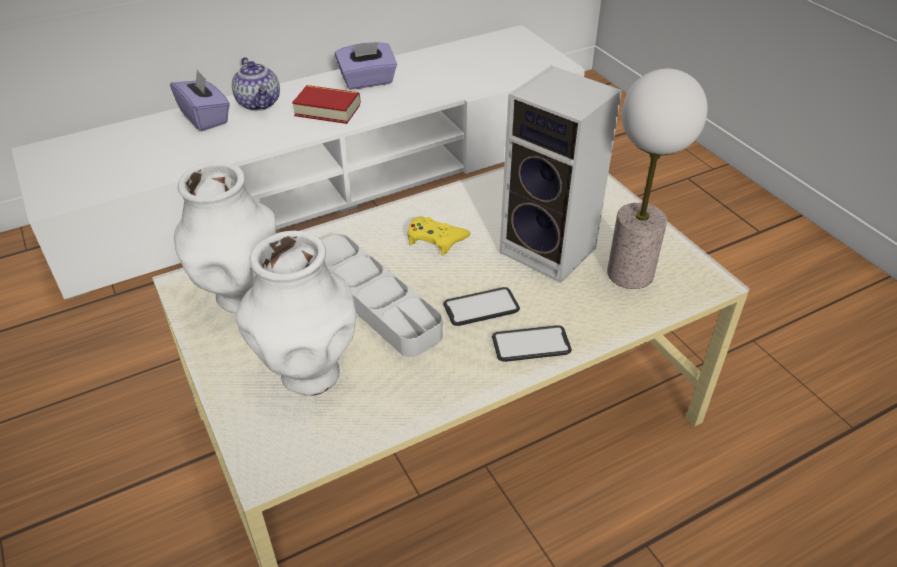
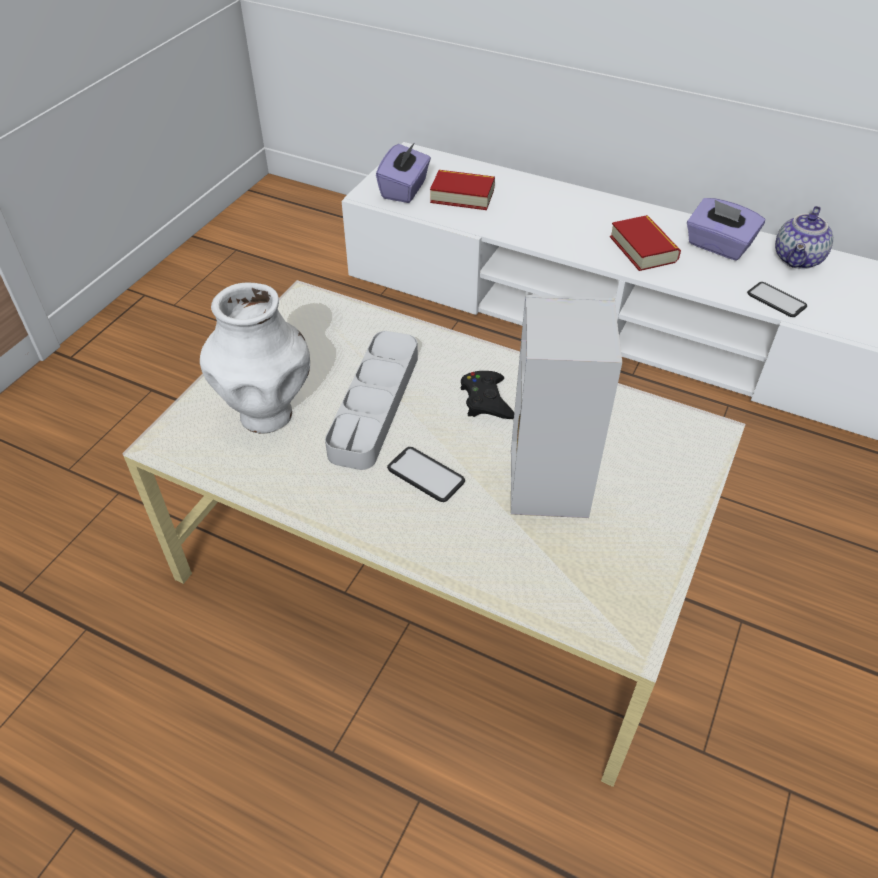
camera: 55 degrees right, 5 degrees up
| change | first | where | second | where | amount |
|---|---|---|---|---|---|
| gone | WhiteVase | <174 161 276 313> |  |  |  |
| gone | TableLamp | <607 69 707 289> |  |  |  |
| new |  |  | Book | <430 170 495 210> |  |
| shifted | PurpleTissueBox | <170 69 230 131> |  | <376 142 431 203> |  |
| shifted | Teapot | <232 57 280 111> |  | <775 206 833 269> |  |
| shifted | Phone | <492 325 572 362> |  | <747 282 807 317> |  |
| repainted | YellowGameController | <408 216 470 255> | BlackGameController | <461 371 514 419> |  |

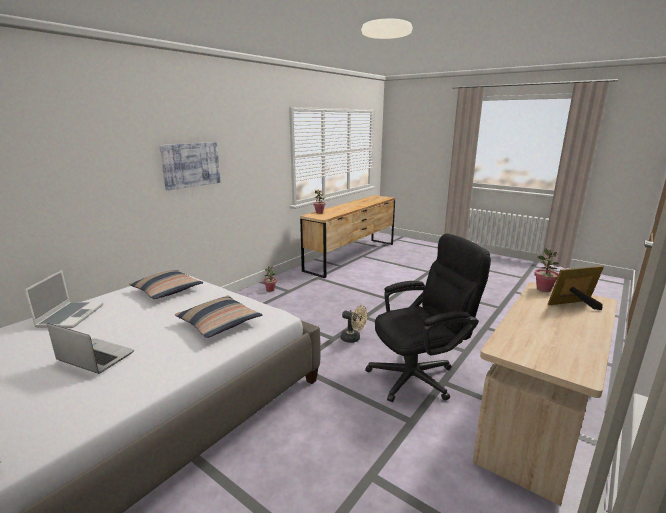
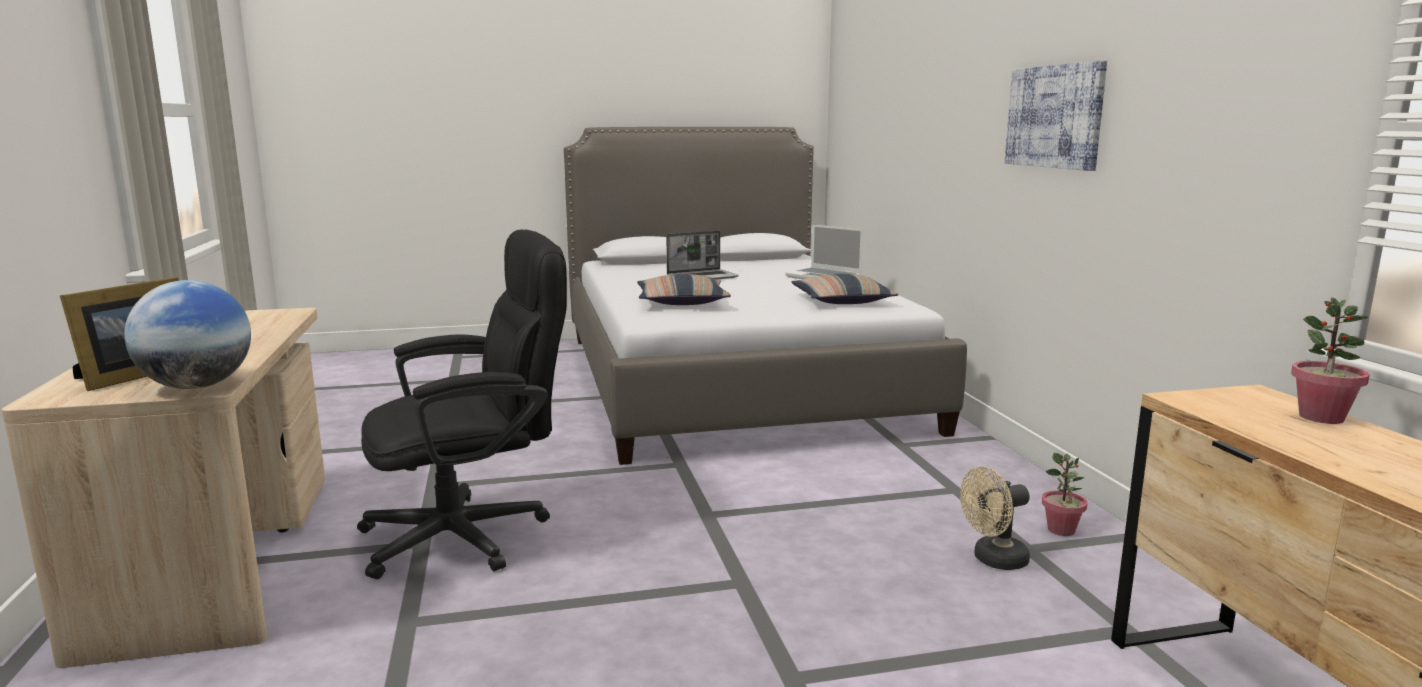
camera: 130 degrees right, 5 degrees down
| change | first | where | second | where | amount |
|---|---|---|---|---|---|
| shifted | BeigeFan | <341 305 367 343> |  | <960 466 1030 570> |  |
| swapped | PottedPlant | <534 248 559 292> | Globe | <124 280 251 389> |  |
| rotated | BlackOfficeChair | <365 233 491 402> |  | <357 229 567 579> | 135 degrees counterclockwise |

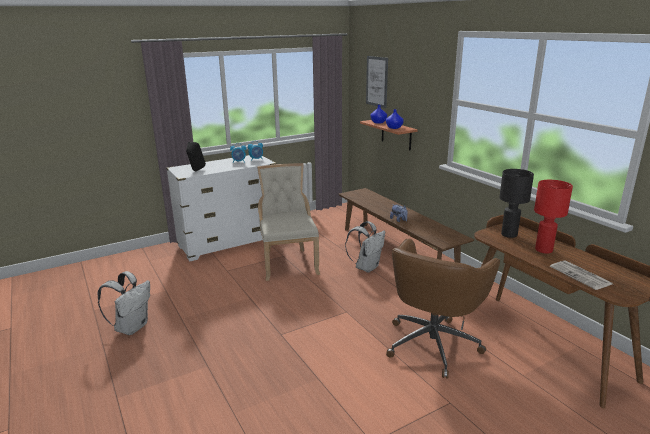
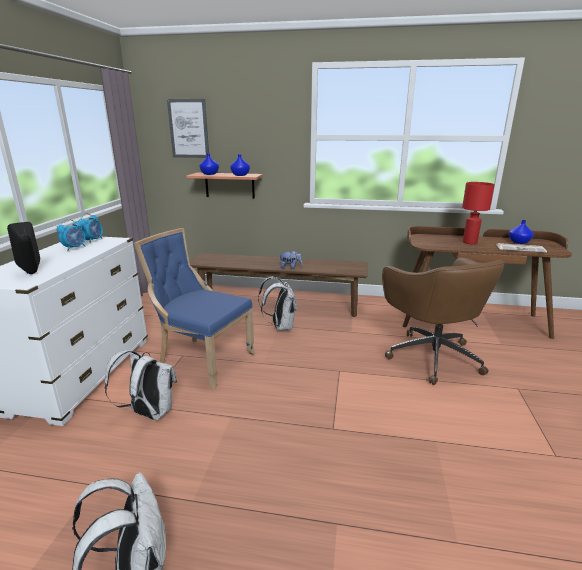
camera: 50 degrees left, 0 degrees up
| change | first | where | second | where | amount |
|---|---|---|---|---|---|
| gone | BlackTableLamp | <499 169 534 238> |  |  |  |
| new |  |  | WhiteBackpack | <105 350 177 420> |  |
| new |  |  | BlueVase | <509 220 534 244> |  |
| repainted | BeigeChair | <257 163 320 281> | BlueChair | <134 228 255 389> |  |

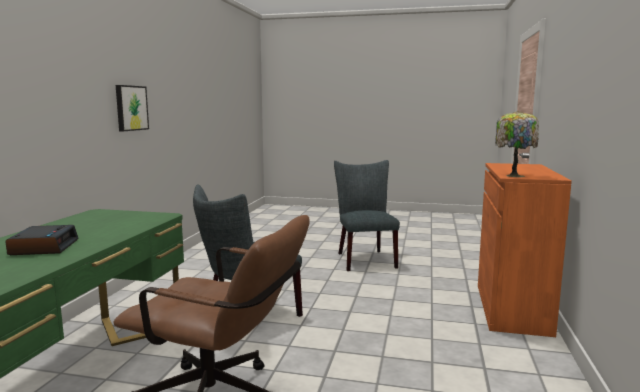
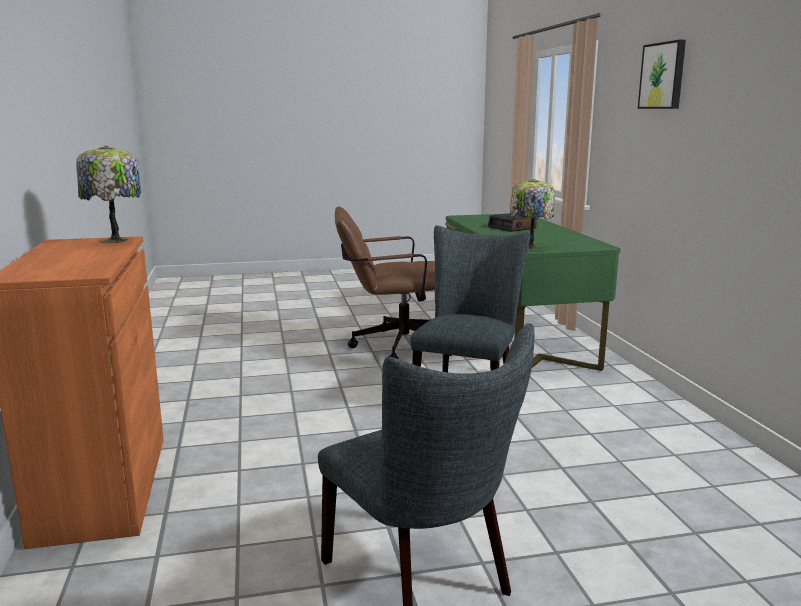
camera: 155 degrees right, 5 degrees up
| change | first | where | second | where | amount |
|---|---|---|---|---|---|
| new |  |  | TableLamp | <510 179 555 250> |  |
| shifted | Picture | <116 85 149 131> |  | <638 40 686 109> |  |

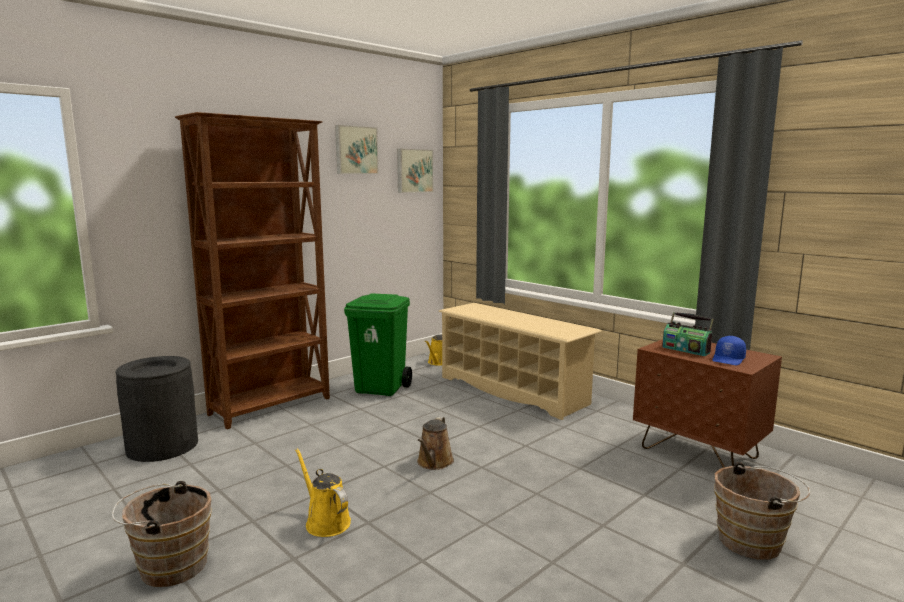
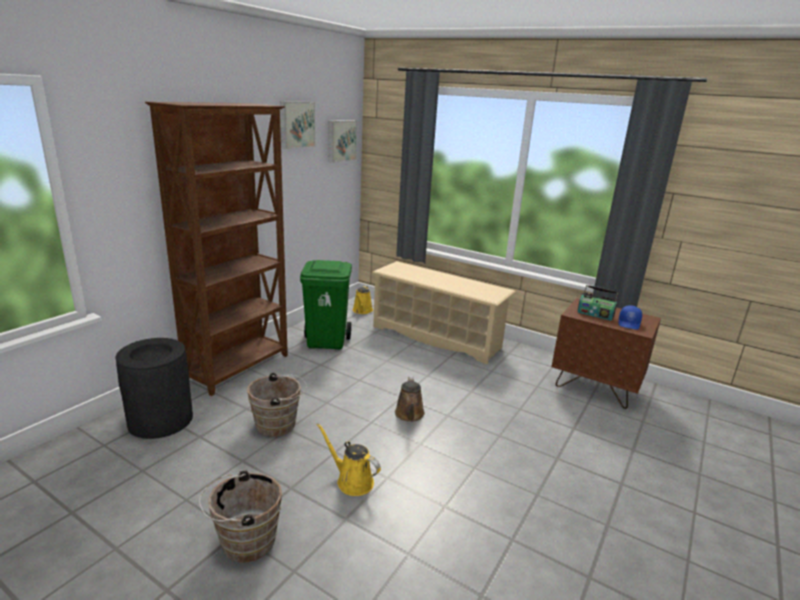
camera: 15 degrees left, 10 degrees up
| change | first | where | second | where | amount |
|---|---|---|---|---|---|
| shifted | BrownBucket | <714 462 810 560> |  | <247 373 307 437> |  |

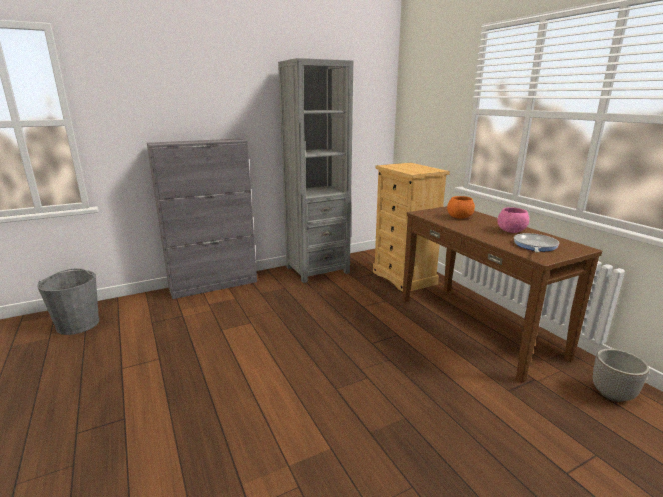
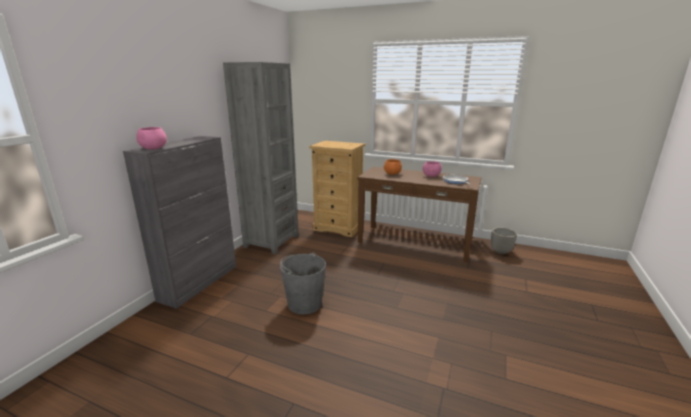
camera: 40 degrees left, 0 degrees up
| change | first | where | second | where | amount |
|---|---|---|---|---|---|
| new |  |  | PinkBowl | <136 127 167 149> |  |
| shifted | GreyBucket | <37 269 99 335> |  | <280 253 326 315> |  |

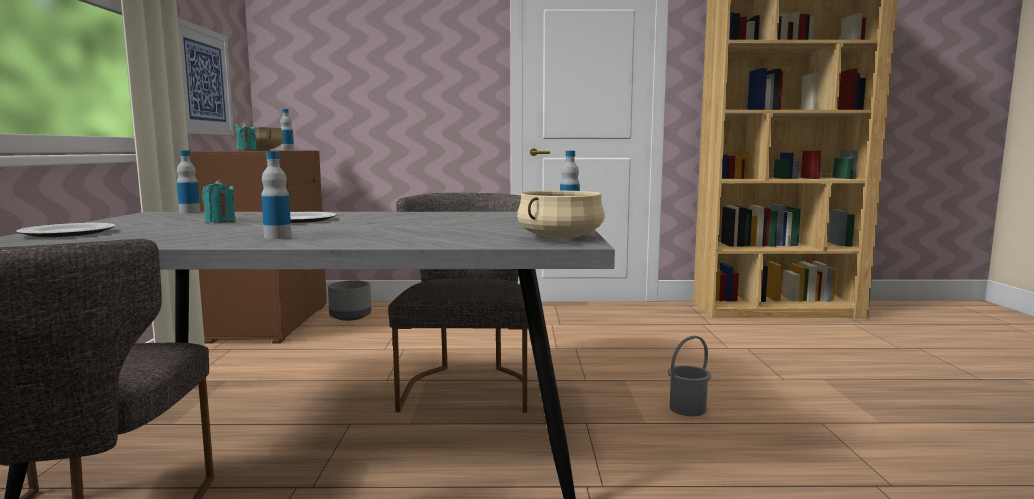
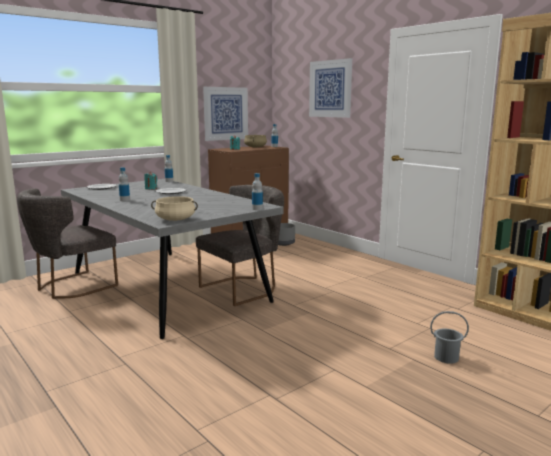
camera: 50 degrees right, 5 degrees up
| change | first | where | second | where | amount |
|---|---|---|---|---|---|
| new |  |  | Picture | <309 58 352 118> |  |
| shifted | GreyBucket | <668 335 711 416> |  | <430 311 469 364> |  |

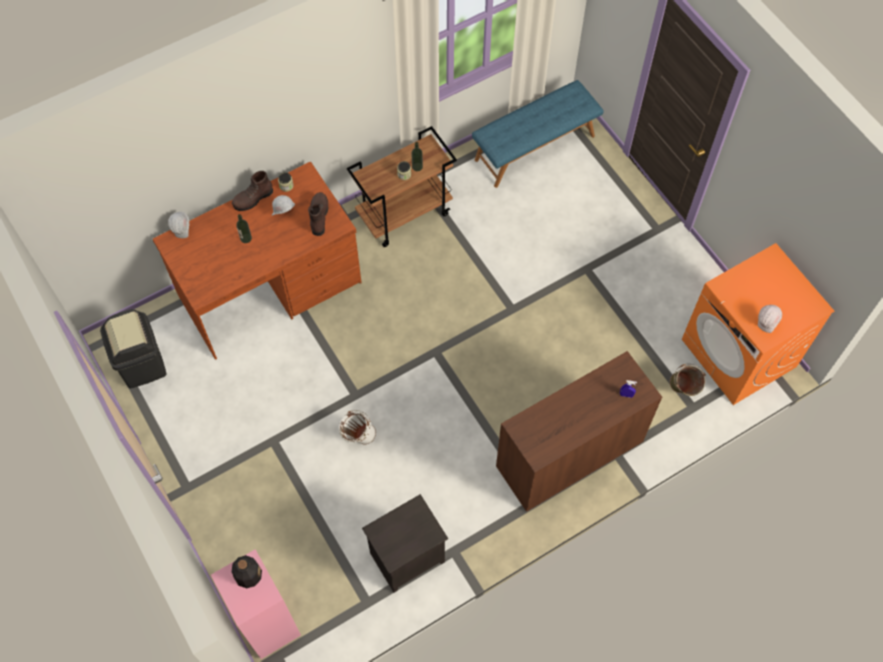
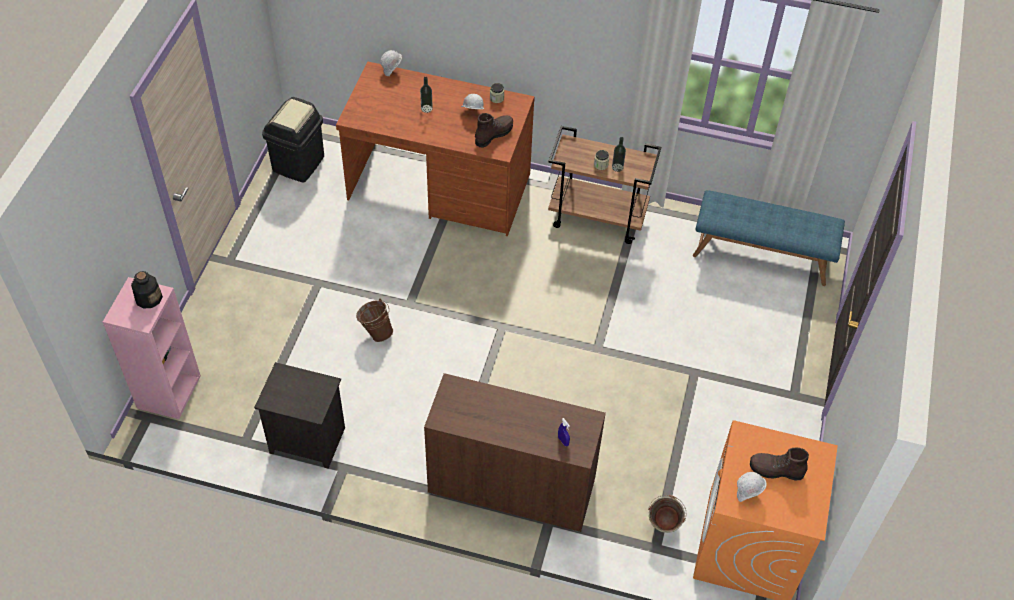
camera: 45 degrees right, 10 degrees down
| change | first | where | second | where | amount |
|---|---|---|---|---|---|
| shifted | BrownBoot | <232 171 273 211> |  | <750 448 809 481> |  |
| repainted | WhiteBucket | <339 410 376 445> | BrownBucket | <356 299 393 342> |  |

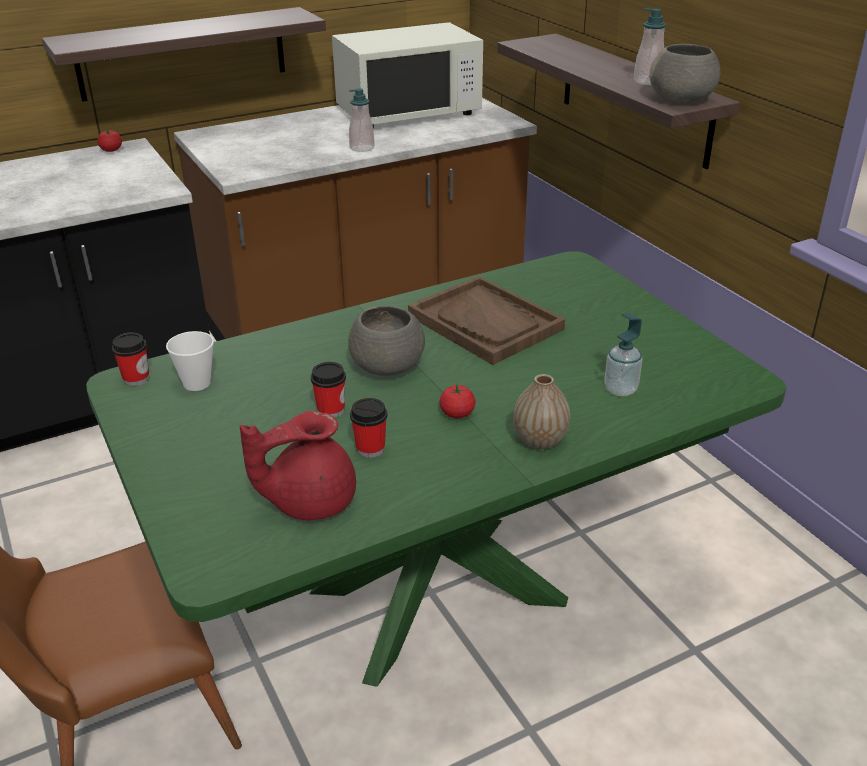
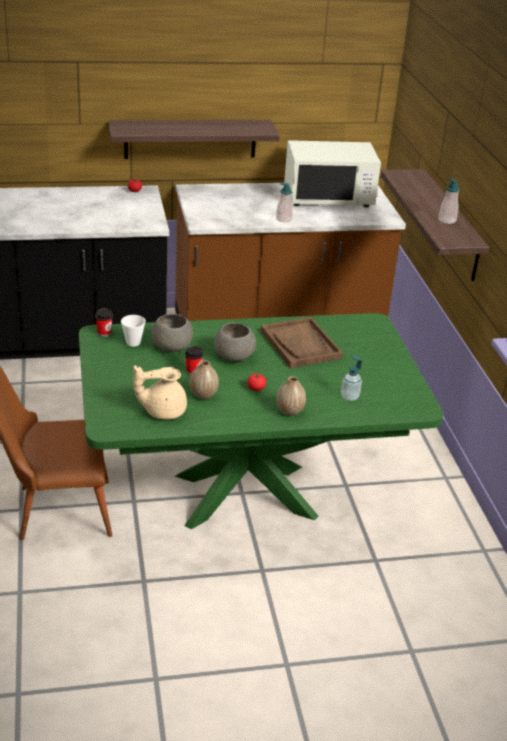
camera: 15 degrees right, 0 degrees up
| change | first | where | second | where | amount |
|---|---|---|---|---|---|
| shifted | GreyBowl | <649 44 720 103> |  | <151 314 193 352> |  |
| swapped | Cup | <350 398 387 458> | Vase | <190 360 219 399> |  |
| repainted | RedTeapot | <240 411 356 520> | BeigeTeapot | <133 365 187 419> |  |

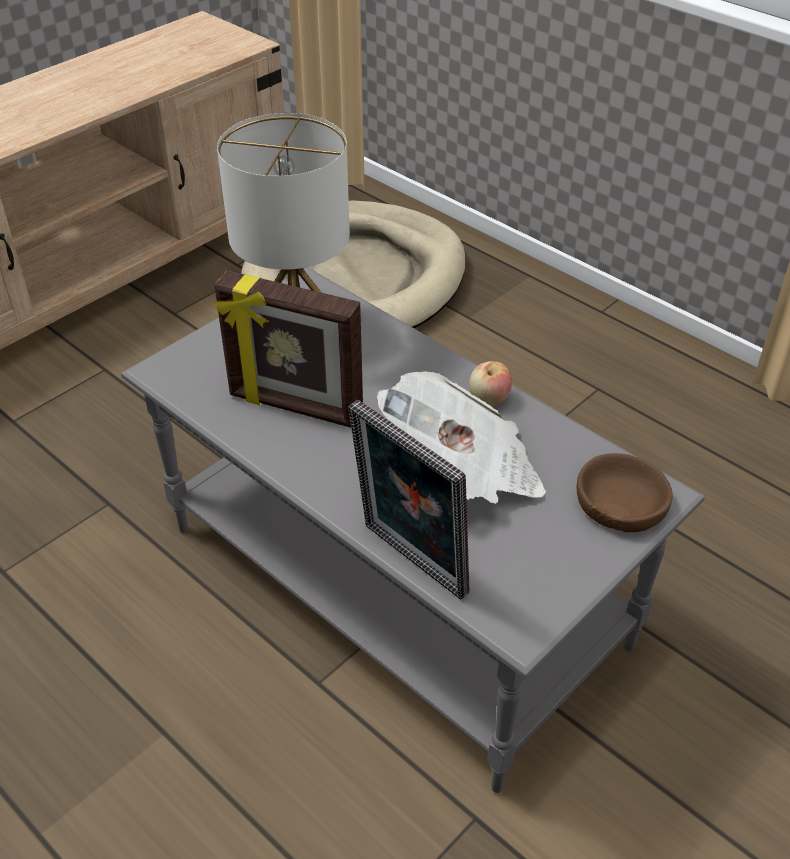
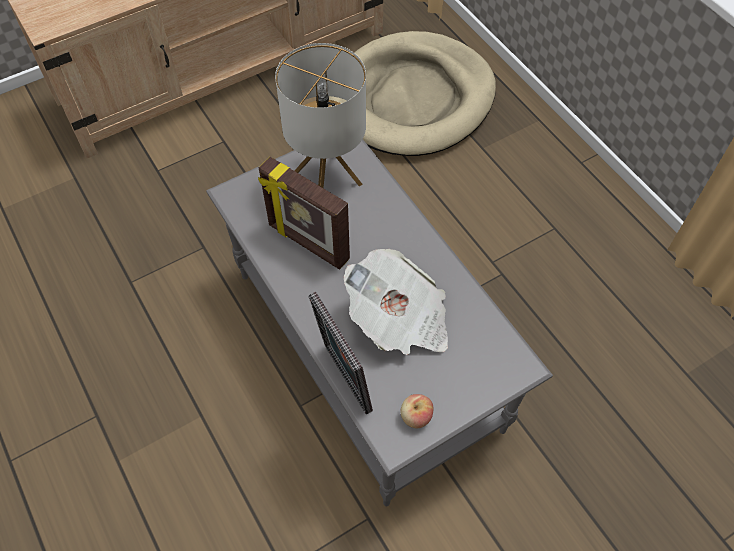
camera: 15 degrees right, 15 degrees up
| change | first | where | second | where | amount |
|---|---|---|---|---|---|
| gone | BrownBowl | <577 453 673 532> |  |  |  |
| shifted | Apple | <469 361 512 406> |  | <400 394 433 428> |  |

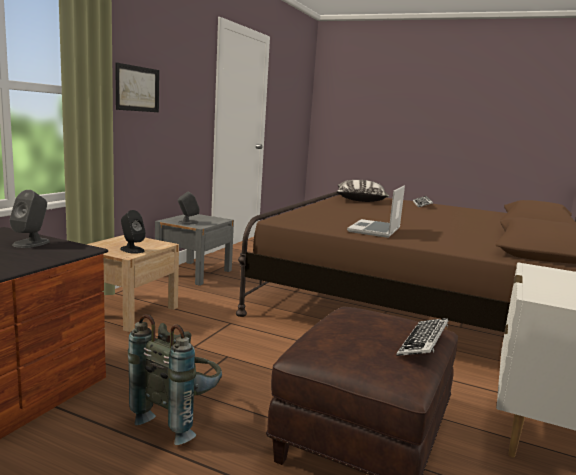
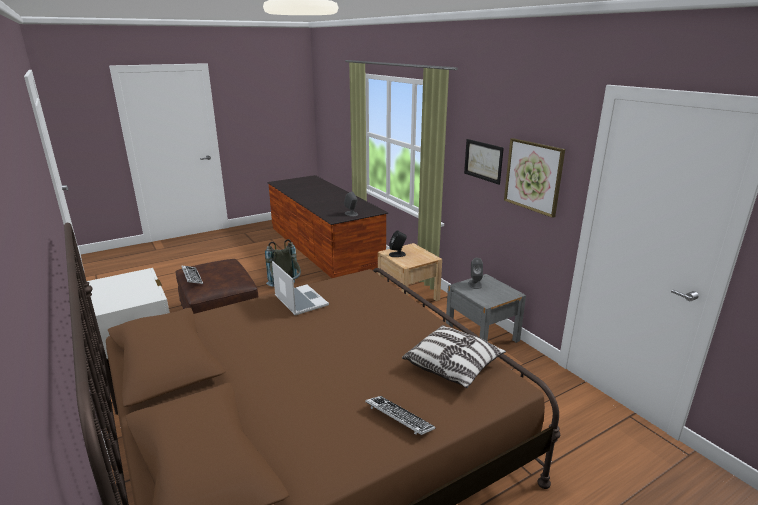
camera: 125 degrees right, 10 degrees up
| change | first | where | second | where | amount |
|---|---|---|---|---|---|
| new |  |  | Picture | <504 138 565 218> |  |

